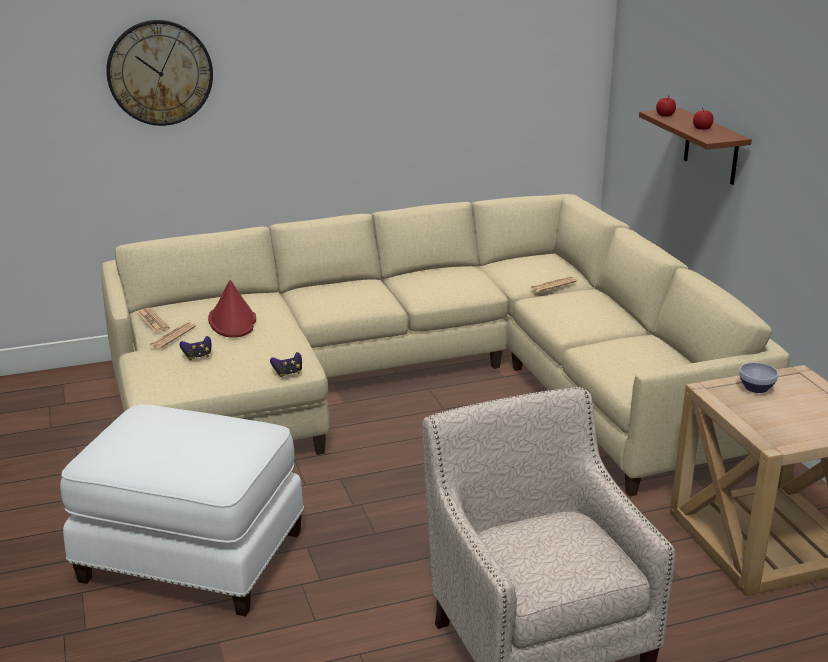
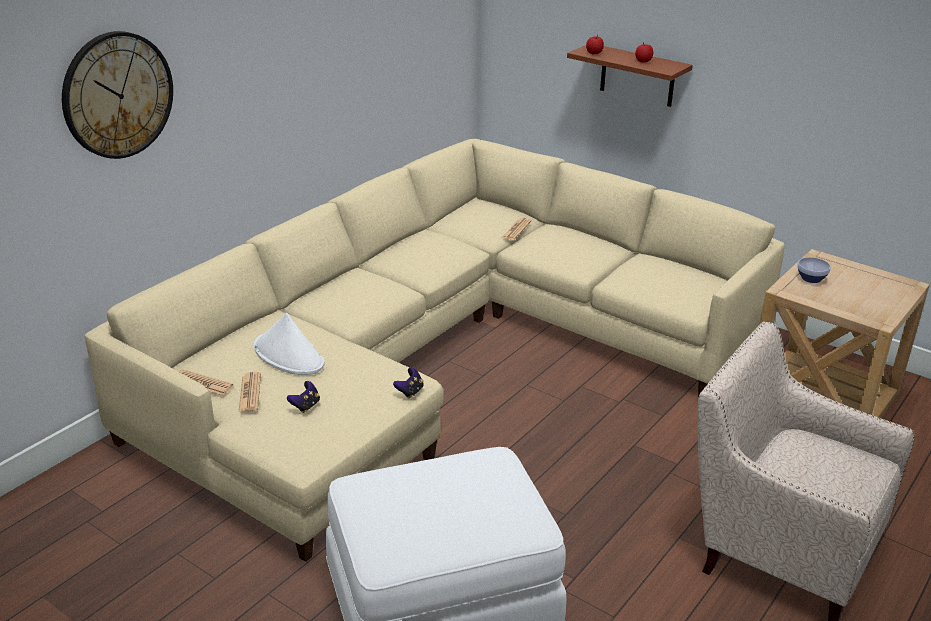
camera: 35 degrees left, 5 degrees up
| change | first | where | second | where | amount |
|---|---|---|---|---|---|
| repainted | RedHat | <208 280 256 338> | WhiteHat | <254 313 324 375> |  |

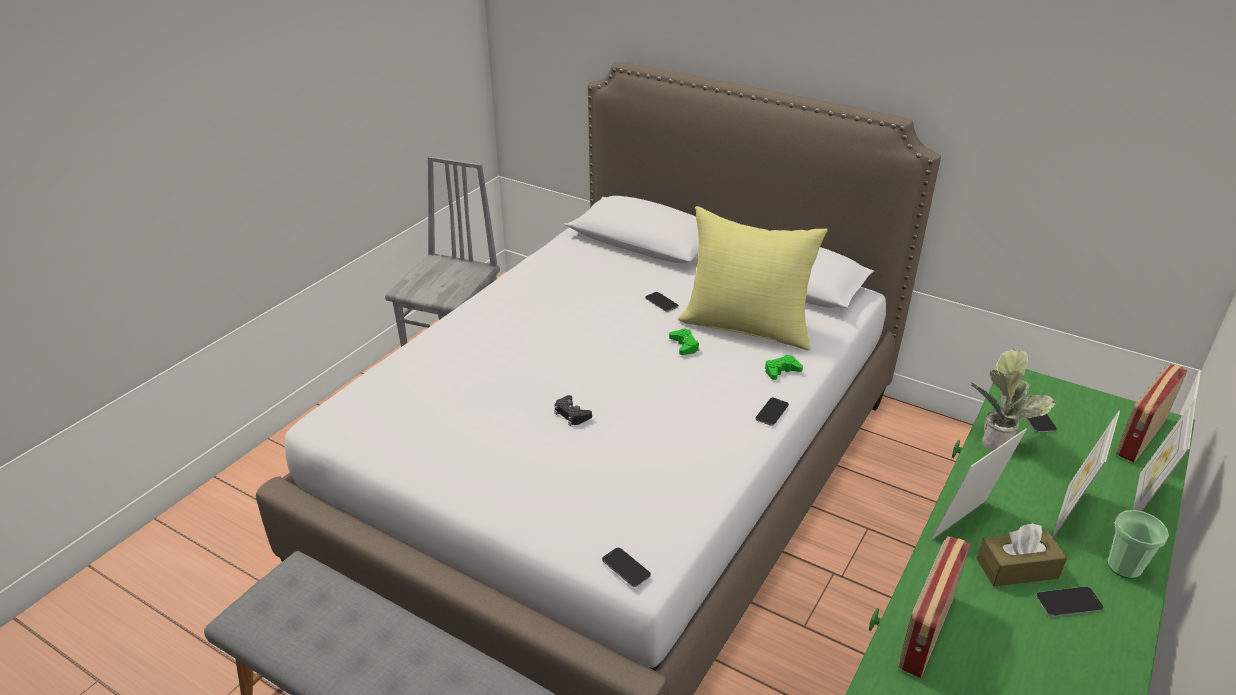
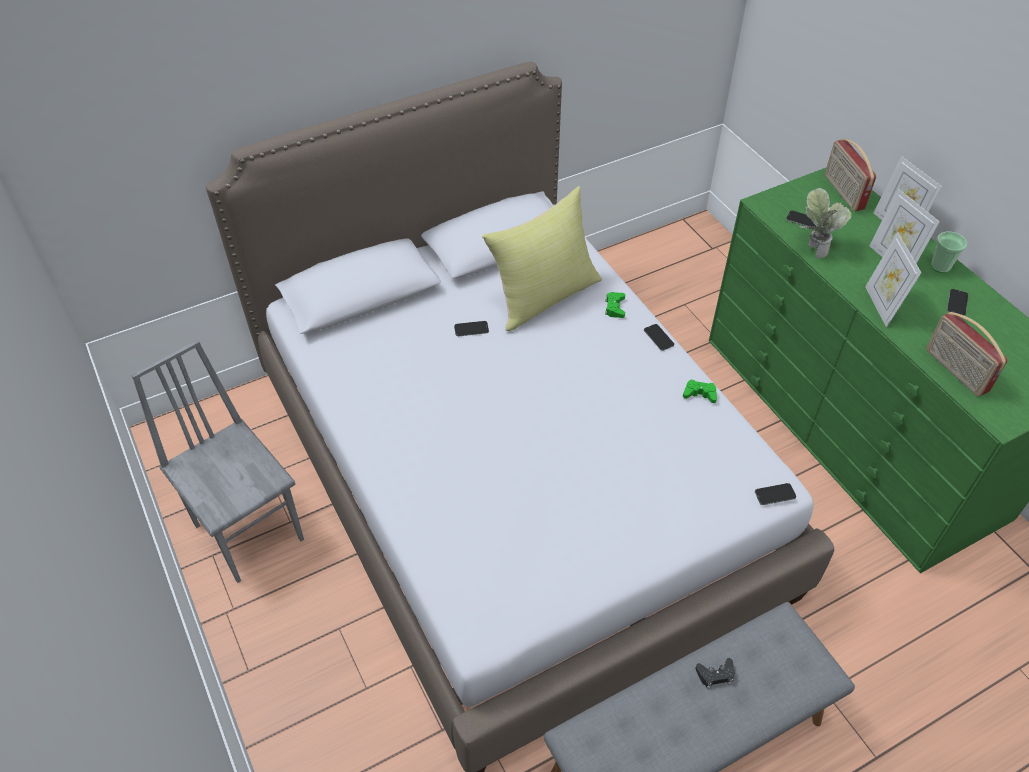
camera: 60 degrees left, 15 degrees up
| change | first | where | second | where | amount |
|---|---|---|---|---|---|
| gone | BrownTissueBox | <976 523 1067 586> |  |  |  |
| shifted | BlackGameController | <554 395 592 426> |  | <695 658 735 689> |  |
| shifted | GreenGameController | <669 329 699 355> |  | <683 379 717 403> |  |

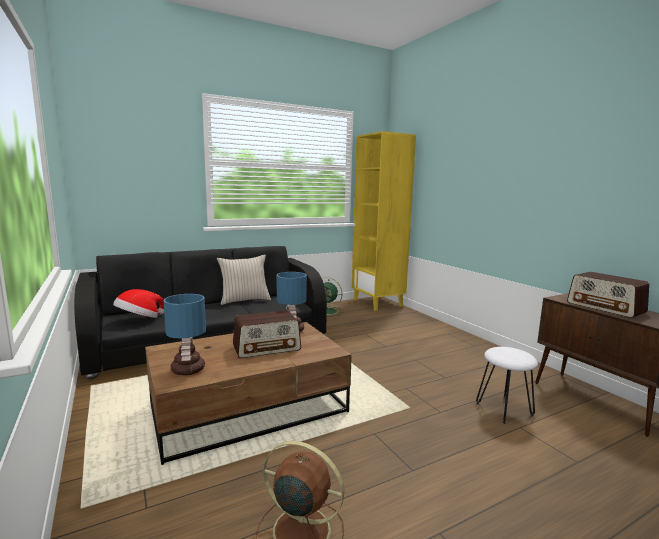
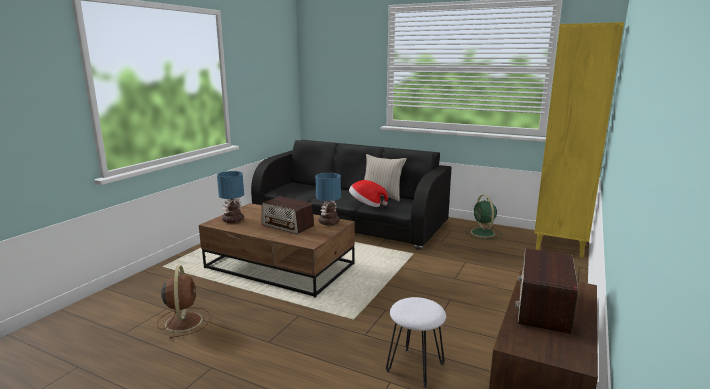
camera: 55 degrees right, 5 degrees up
| change | first | where | second | where | amount |
|---|---|---|---|---|---|
| shifted | Hat | <113 289 164 318> |  | <349 180 388 207> |  |

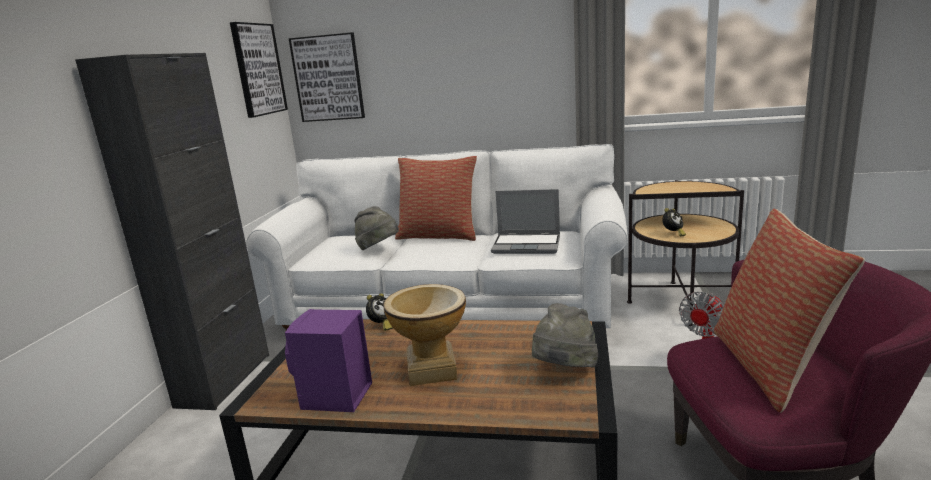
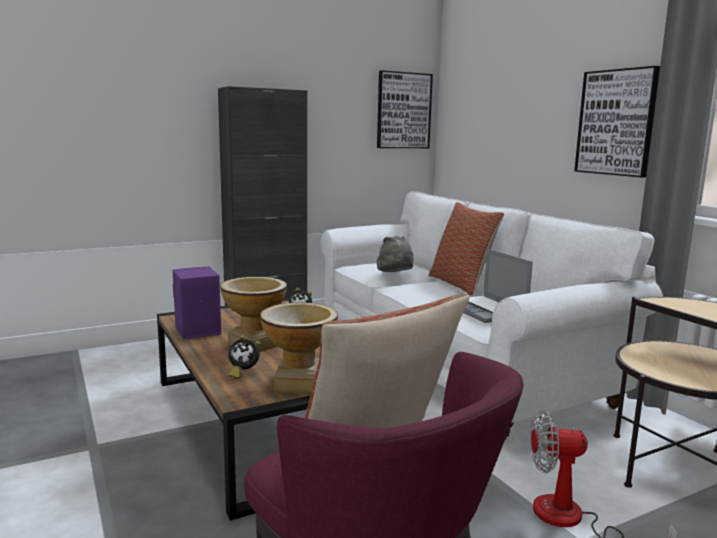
camera: 50 degrees right, 5 degrees down
| change | first | where | second | where | amount |
|---|---|---|---|---|---|
| shifted | Picture | <289 32 365 122> |  | <574 66 660 177> |  |
| shifted | AlarmClock | <662 208 686 236> |  | <228 335 260 379> |  |
| swapped | GreyHat | <532 303 598 367> | Vase | <260 302 338 393> |  |

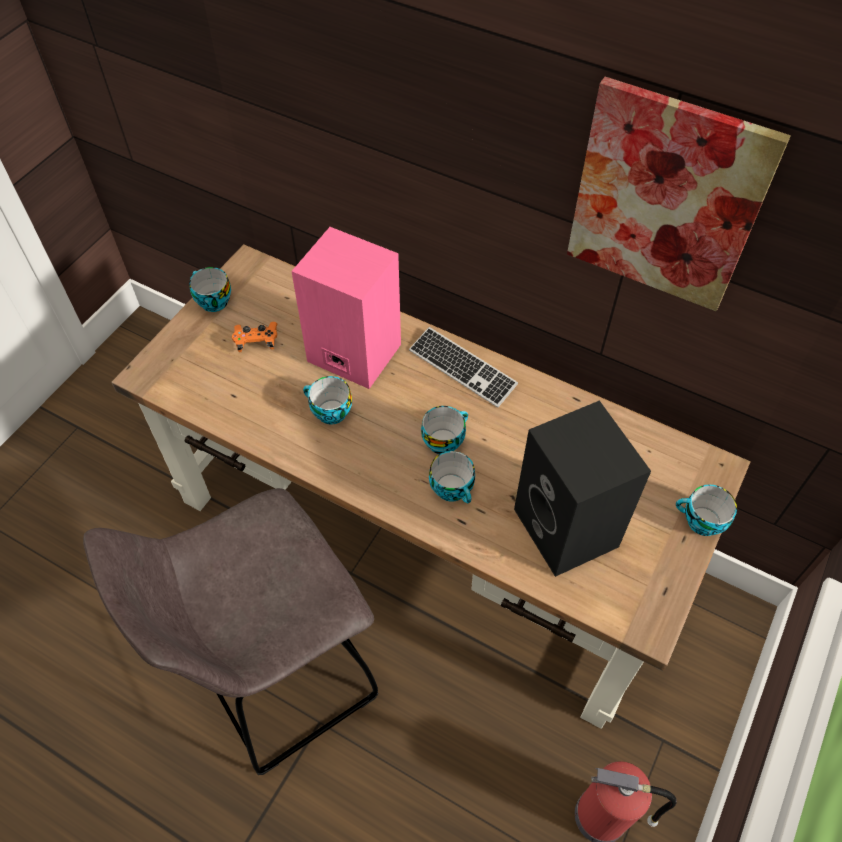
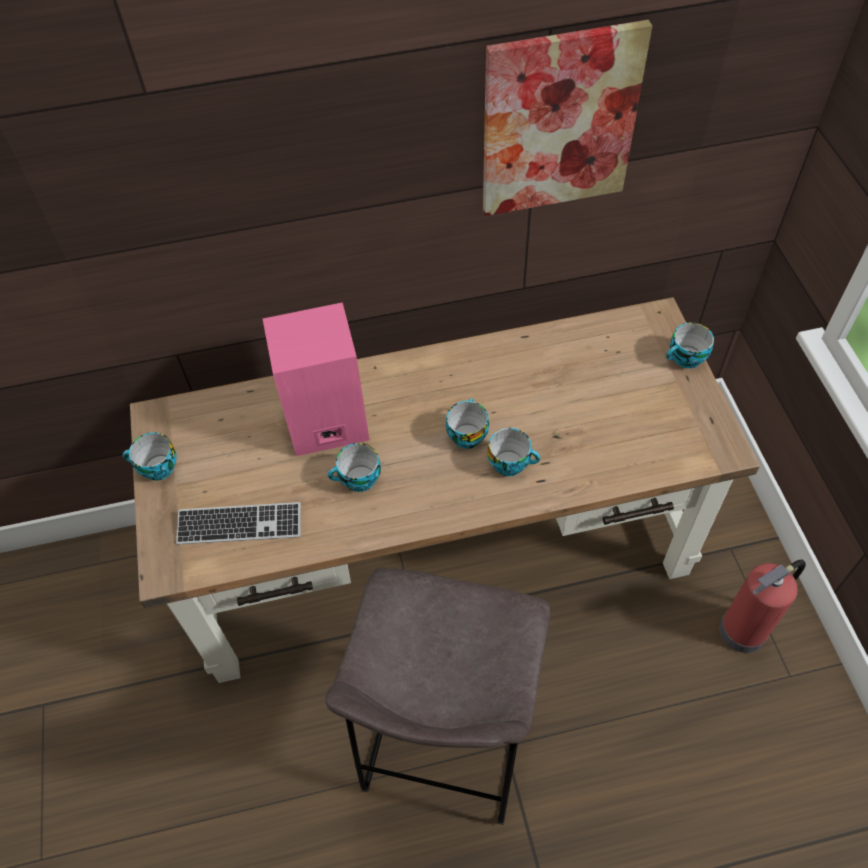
camera: 40 degrees left, 0 degrees up
| change | first | where | second | where | amount |
|---|---|---|---|---|---|
| gone | OrangeGameController | <232 322 277 352> |  |  |  |
| gone | BlackSpeaker | <514 400 651 577> |  |  |  |
| shifted | Keyboard | <409 327 518 407> |  | <176 502 301 545> |  |

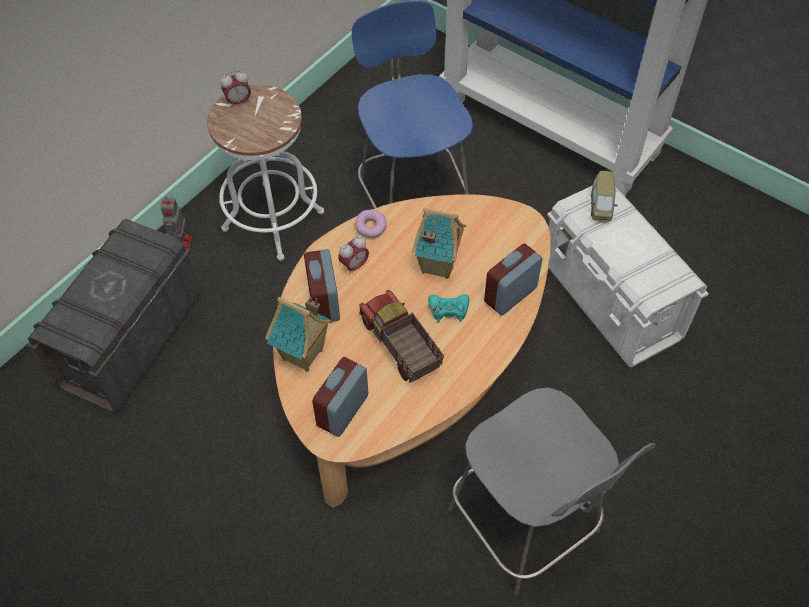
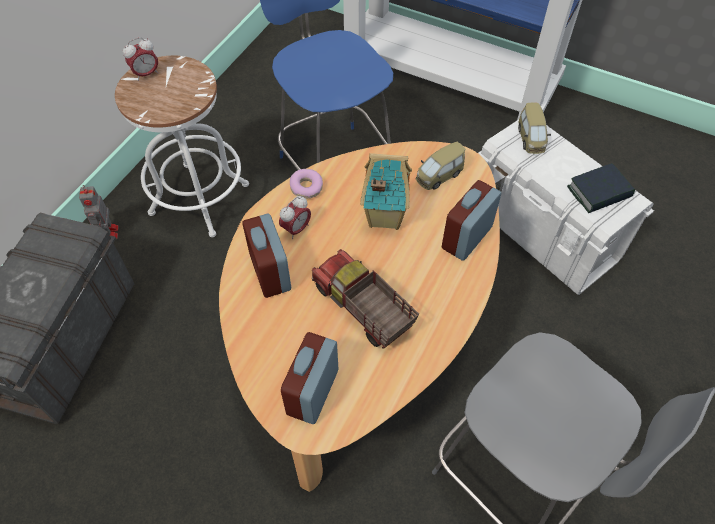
camera: 10 degrees left, 0 degrees up
| change | first | where | second | where | amount |
|---|---|---|---|---|---|
| gone | ToyHouse | <265 297 332 372> |  |  |  |
| gone | TurquoiseGameController | <428 294 469 322> |  |  |  |
| new |  |  | ToyCar | <416 142 466 190> |  |
| new |  |  | Book | <567 163 635 213> |  |

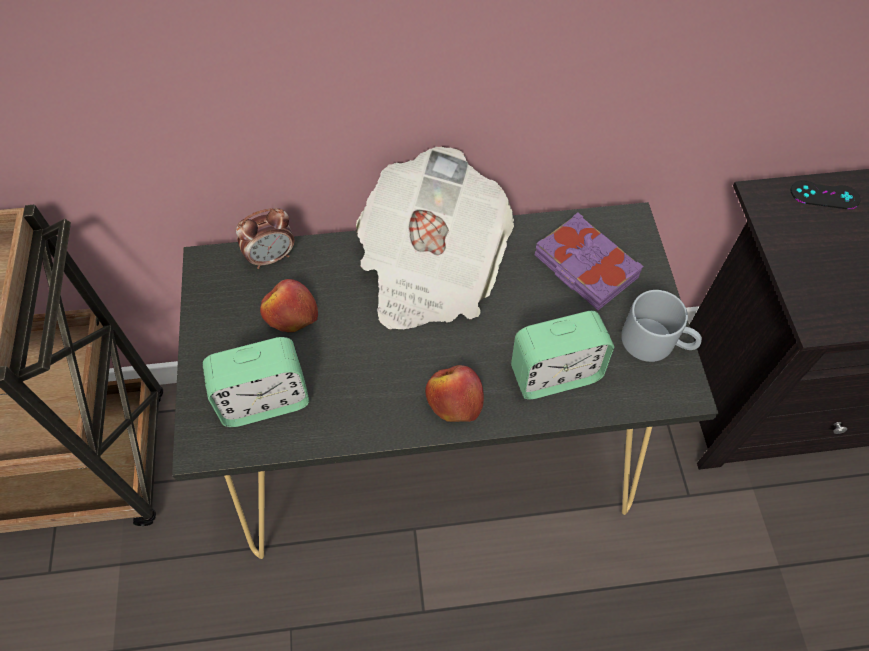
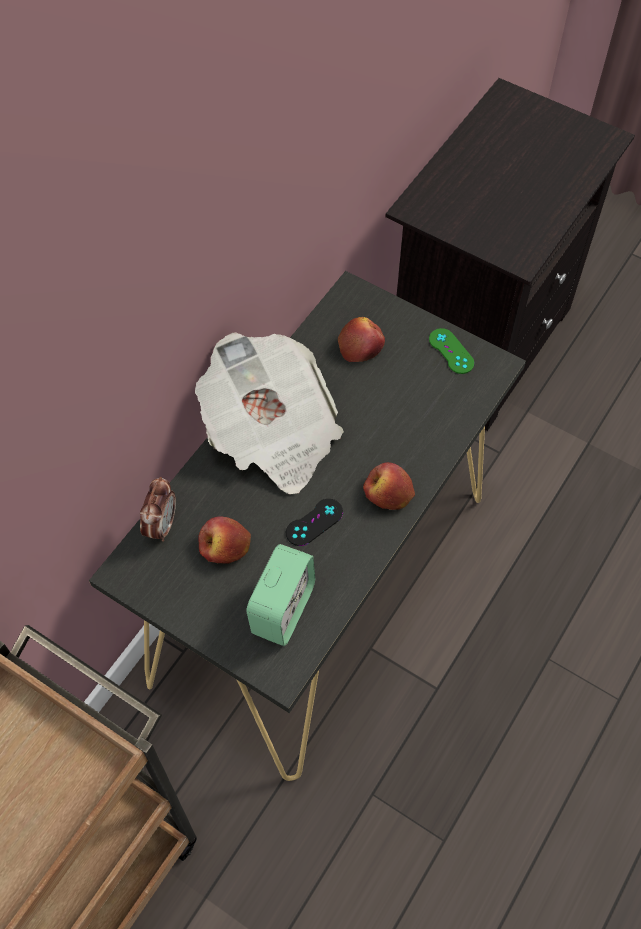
camera: 50 degrees left, 0 degrees up
| change | first | where | second | where | amount |
|---|---|---|---|---|---|
| gone | AlarmClock | <511 311 614 399> |  |  |  |
| shifted | BlackGameController | <791 180 861 209> |  | <286 499 343 546> |  |
| swapped | PurpleBook | <535 212 644 310> | Apple | <338 317 385 362> |  |
| swapped | GreyMug | <621 290 702 362> | GreenGameController | <429 328 474 374> |  |

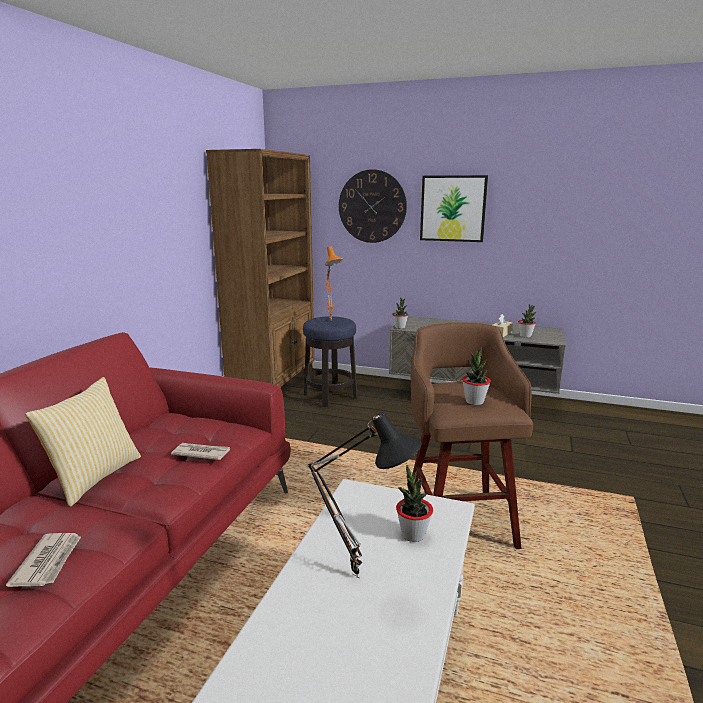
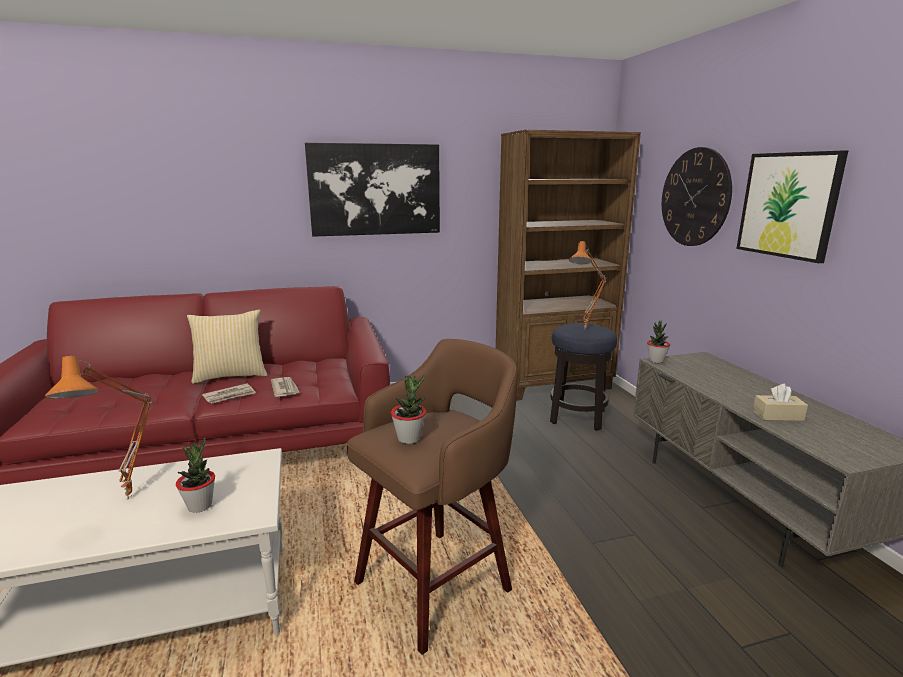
camera: 55 degrees right, 0 degrees up
| change | first | where | second | where | amount |
|---|---|---|---|---|---|
| gone | PottedPlant | <518 304 536 338> |  |  |  |
| new |  |  | Picture | <305 143 440 237> |  |
| shifted | Newspaper | <6 533 81 587> |  | <202 383 256 404> |  |
| repainted | BlackTableLamp | <308 412 422 578> | OrangeTableLamp | <45 356 152 500> |  |

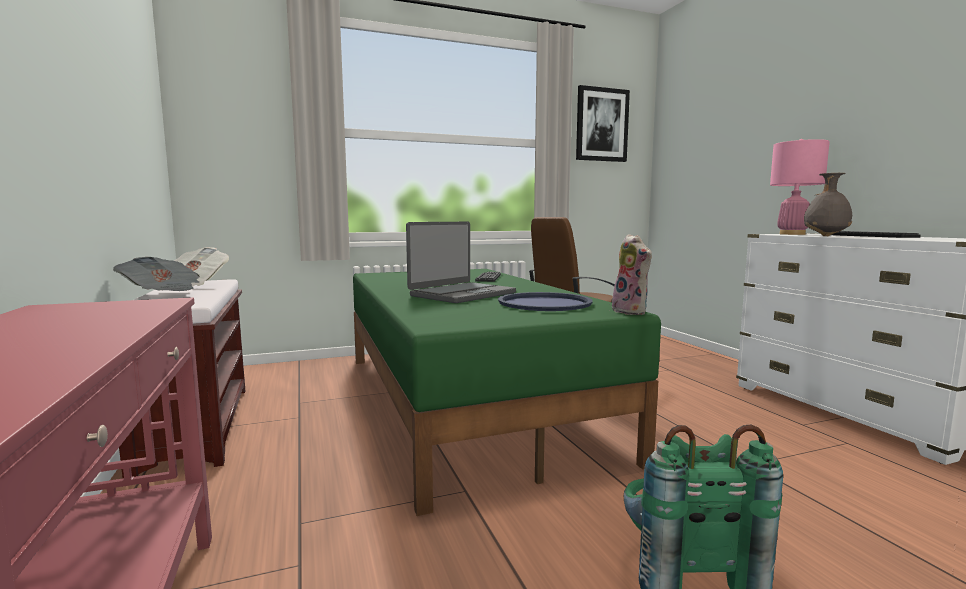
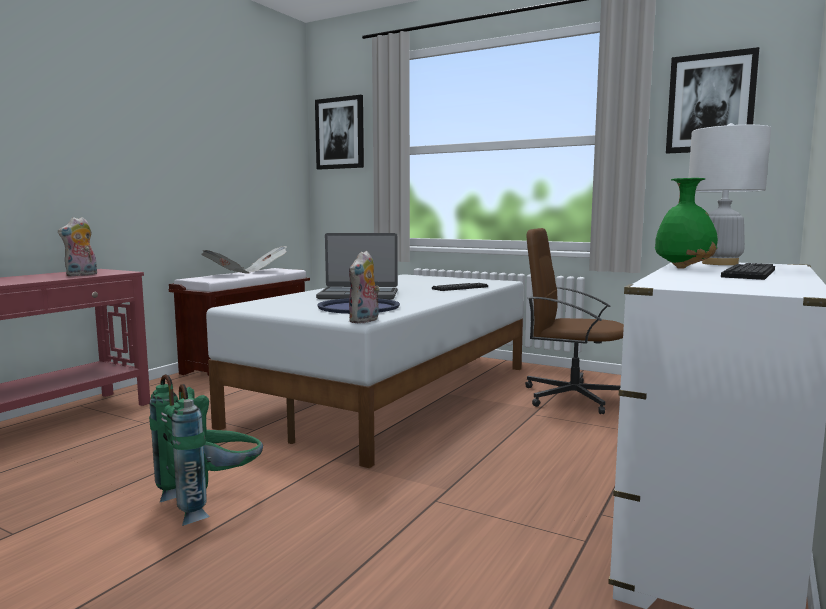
camera: 50 degrees right, 0 degrees up
| change | first | where | second | where | amount |
|---|---|---|---|---|---|
| new |  |  | PlushToy | <58 217 97 276> |  |
| new |  |  | Picture | <315 95 364 170> |  |
| repainted | GreenBed | <353 269 661 516> | WhiteBed | <206 274 523 468> |  |
| repainted | PinkTableLamp | <770 139 830 235> | WhiteTableLamp | <689 123 771 265> |  |
| repainted | GreyVase | <804 173 852 236> | GreenVase | <655 178 718 269> |  |

